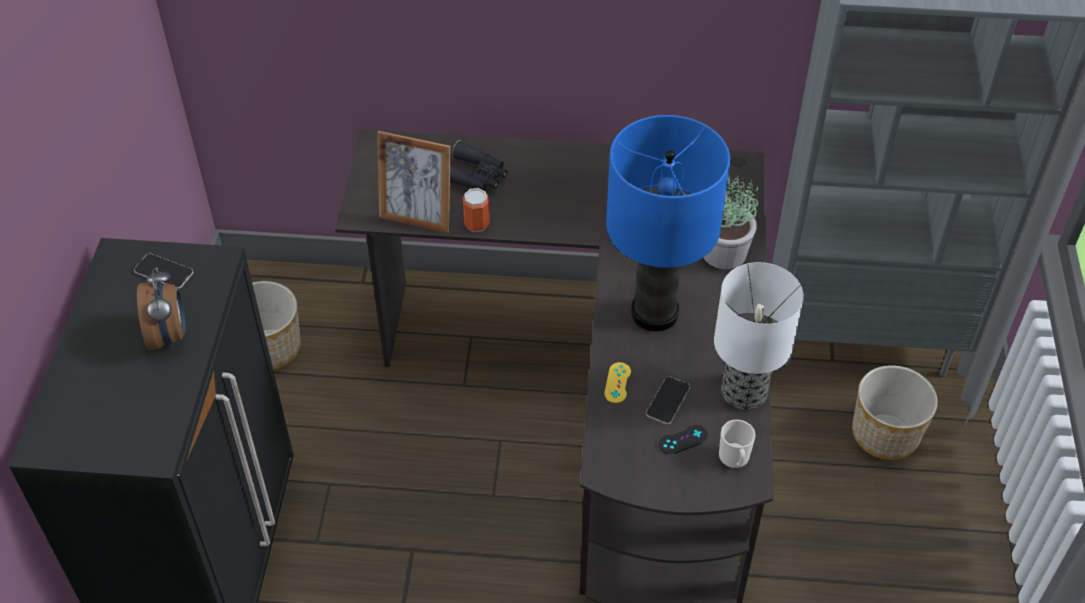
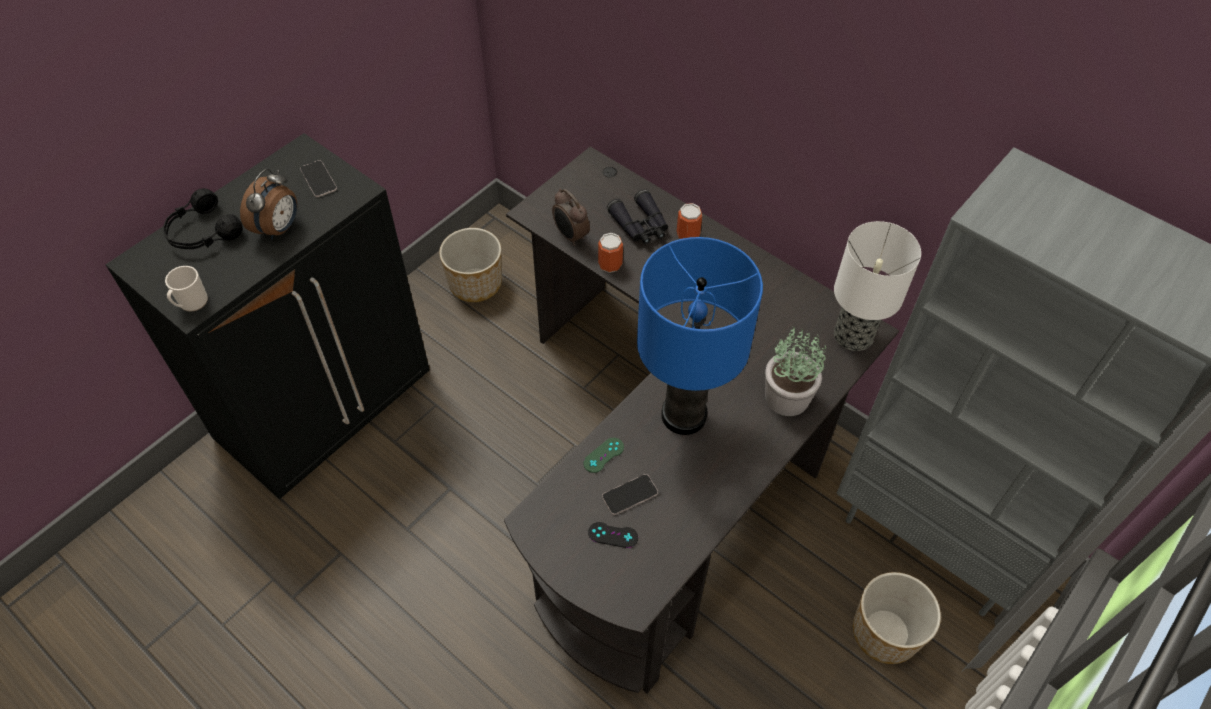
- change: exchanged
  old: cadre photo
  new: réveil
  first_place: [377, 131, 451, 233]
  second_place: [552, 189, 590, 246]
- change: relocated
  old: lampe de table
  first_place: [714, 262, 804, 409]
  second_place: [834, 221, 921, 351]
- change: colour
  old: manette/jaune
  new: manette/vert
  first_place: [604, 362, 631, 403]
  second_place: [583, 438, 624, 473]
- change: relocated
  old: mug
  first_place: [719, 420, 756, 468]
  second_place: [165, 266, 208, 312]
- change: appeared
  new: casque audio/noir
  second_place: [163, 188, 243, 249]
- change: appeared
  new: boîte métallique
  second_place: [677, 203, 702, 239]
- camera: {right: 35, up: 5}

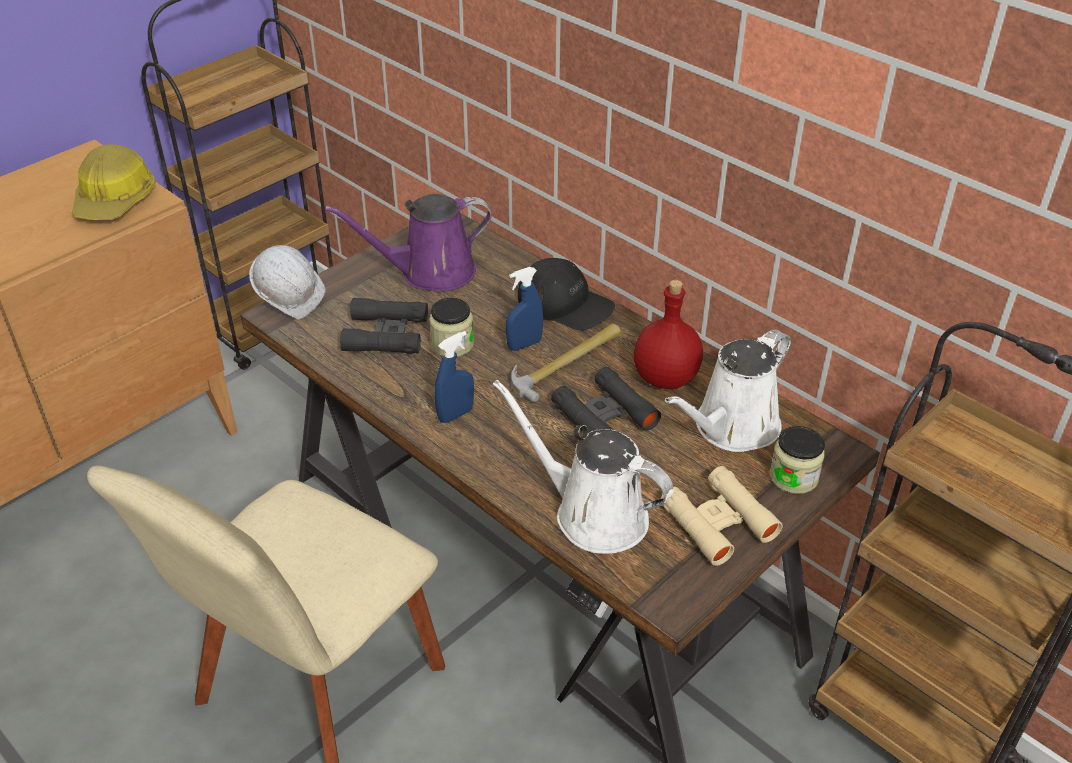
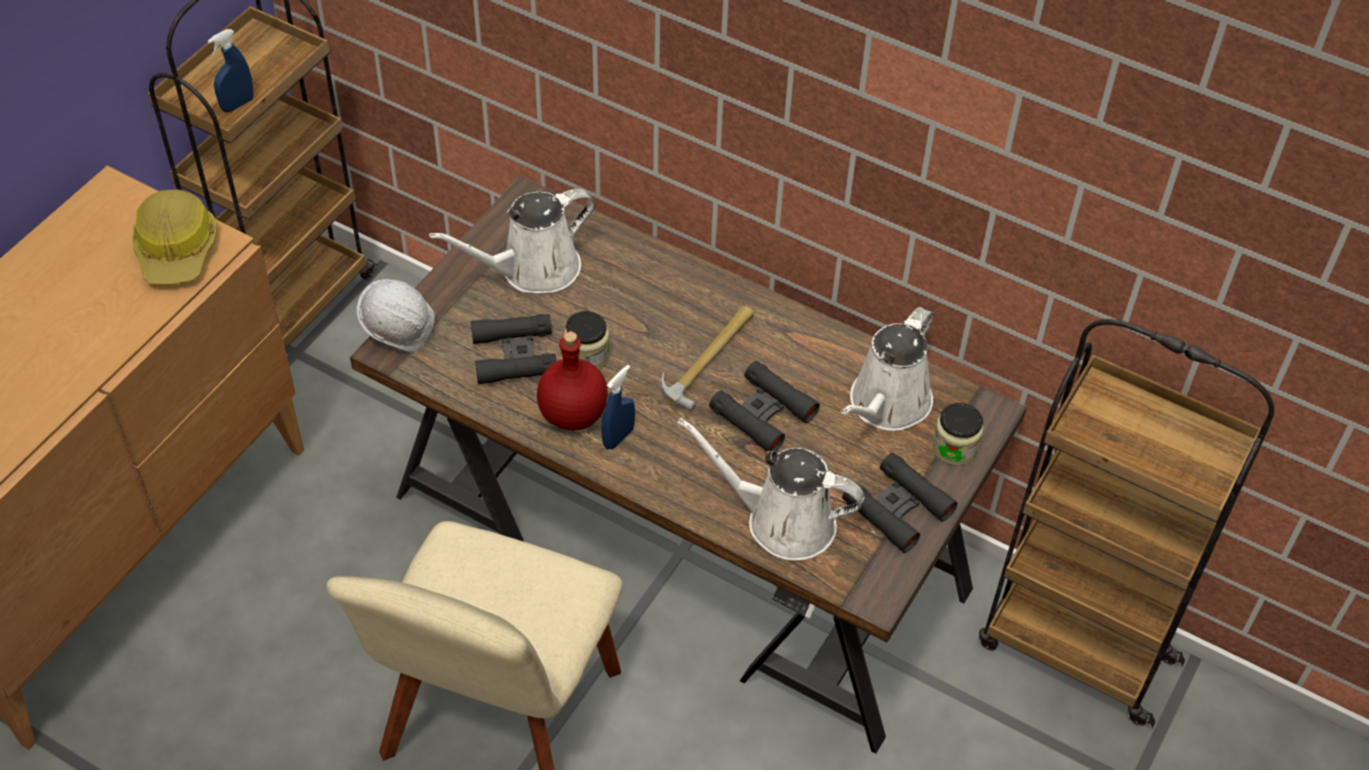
- change: colour
  old: arrosoir/violet
  new: arrosoir/blanc
  first_place: [325, 194, 492, 292]
  second_place: [429, 189, 595, 293]
- change: missing
  old: casquette/noir
  first_place: [518, 257, 615, 330]
- change: relocated
  old: vaporisateur/bleu
  first_place: [506, 267, 543, 351]
  second_place: [208, 29, 254, 112]
- change: relocated
  old: bouteille/rouge
  first_place: [634, 280, 703, 389]
  second_place: [537, 331, 608, 430]
- change: colour
  old: jumelles/beige
  new: jumelles/noir
  first_place: [661, 466, 783, 566]
  second_place: [842, 453, 958, 553]
- camera: {right: -15, up: 10}

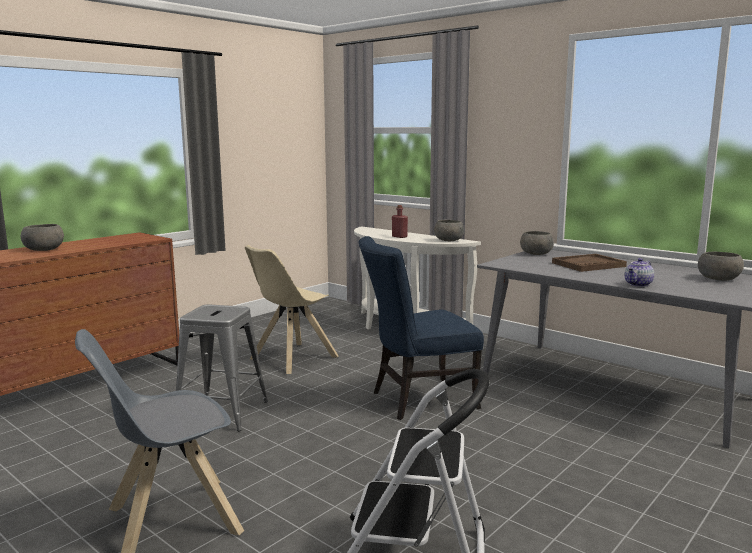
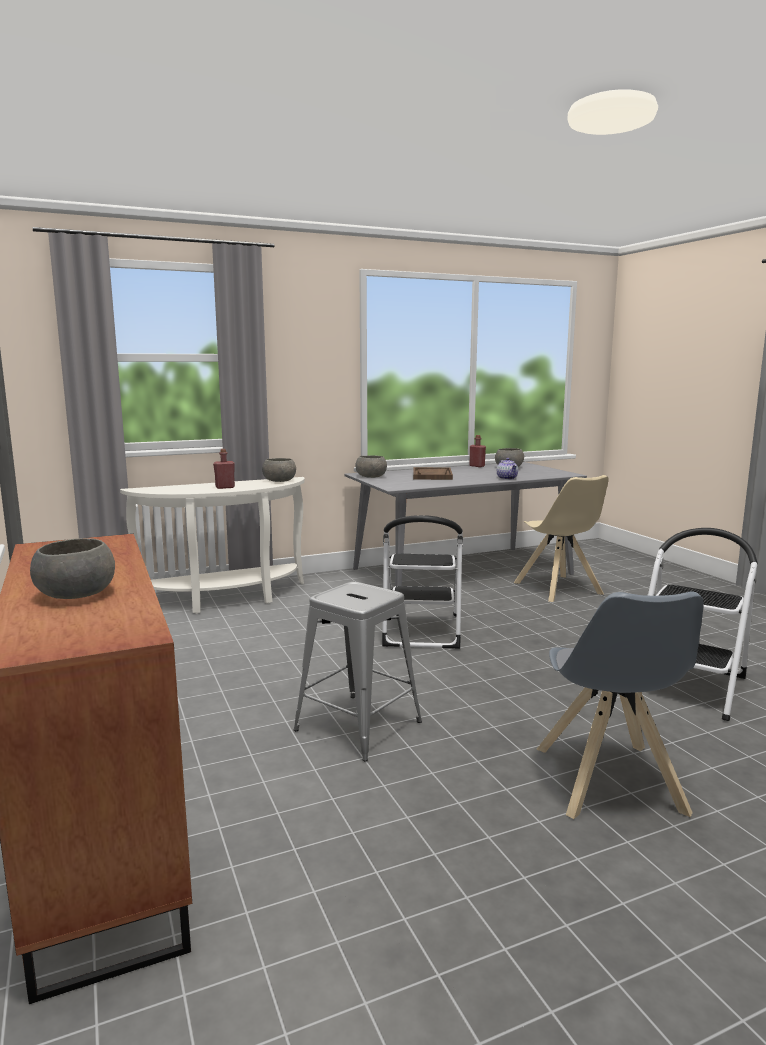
- change: exchanged
  old: chaise/bleu
  new: escabeau
  first_place: [358, 236, 484, 420]
  second_place: [382, 515, 463, 649]
- change: relocated
  old: chaise/beige
  first_place: [245, 245, 338, 374]
  second_place: [514, 475, 609, 602]
- change: appeared
  new: bouteille/rouge
  second_place: [470, 435, 486, 467]
- camera: {right: -65, up: 0}

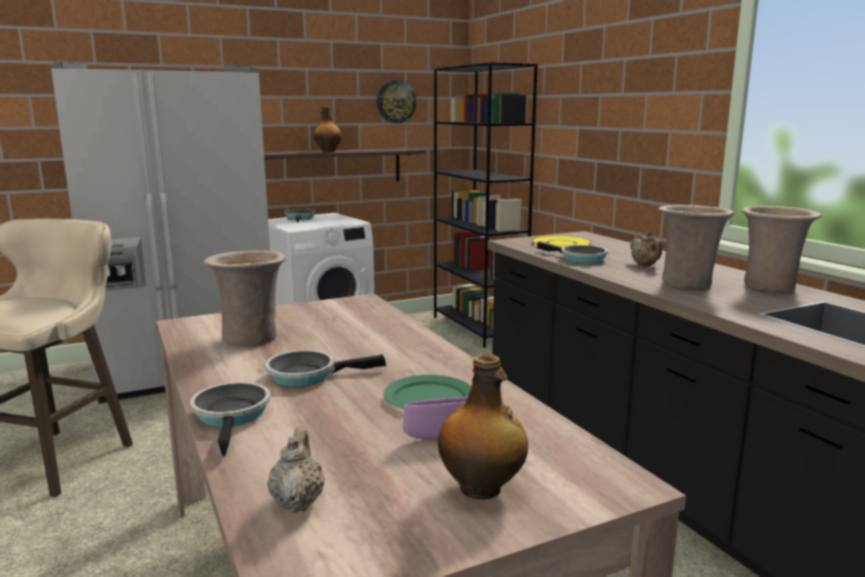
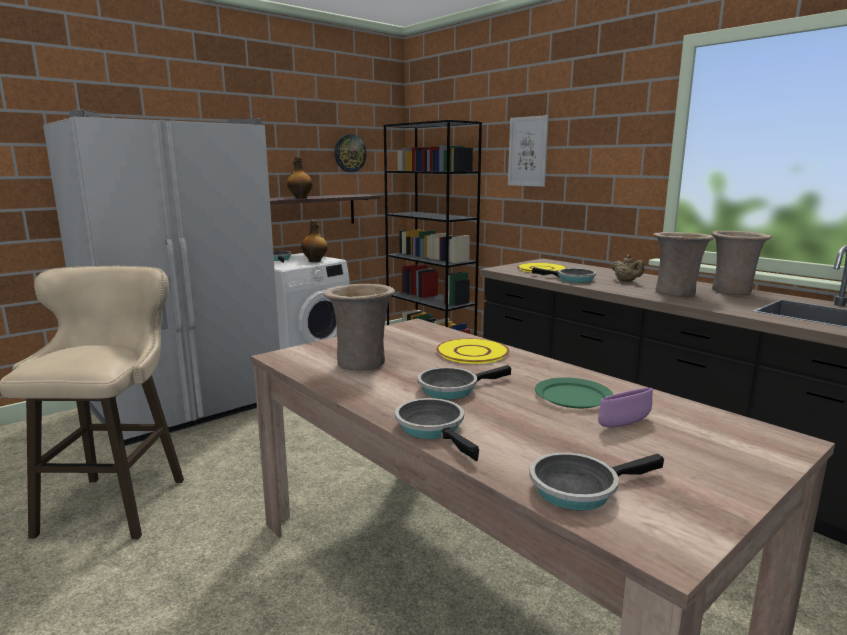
- change: relocated
  old: bouteille
  first_place: [438, 354, 528, 500]
  second_place: [301, 220, 328, 262]
- change: exchanged
  old: théière/beige
  new: poêle
  first_place: [267, 426, 325, 513]
  second_place: [530, 452, 664, 511]
- change: appeared
  new: tableau
  second_place: [508, 115, 549, 187]
- change: appeared
  new: assiette/jaune
  second_place: [436, 338, 509, 364]
- camera: {right: -15, up: 0}

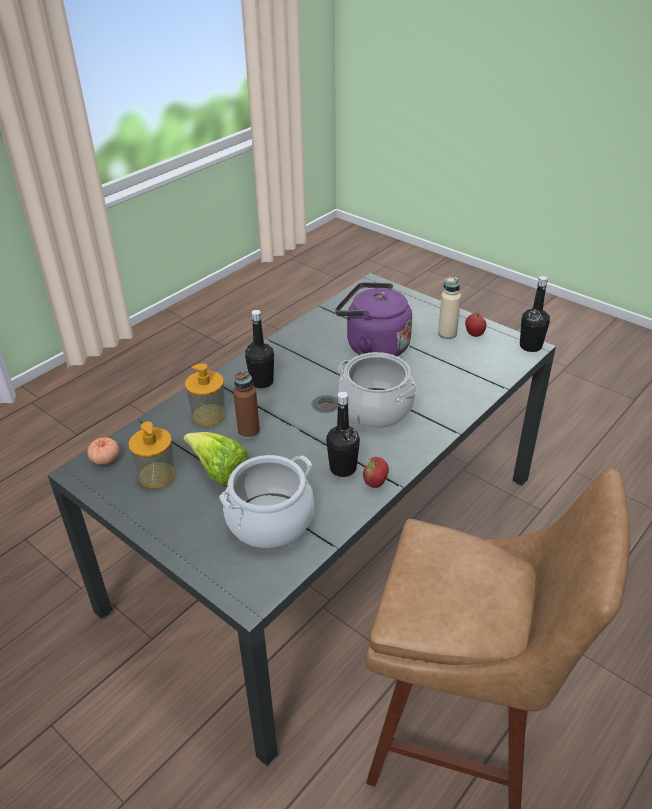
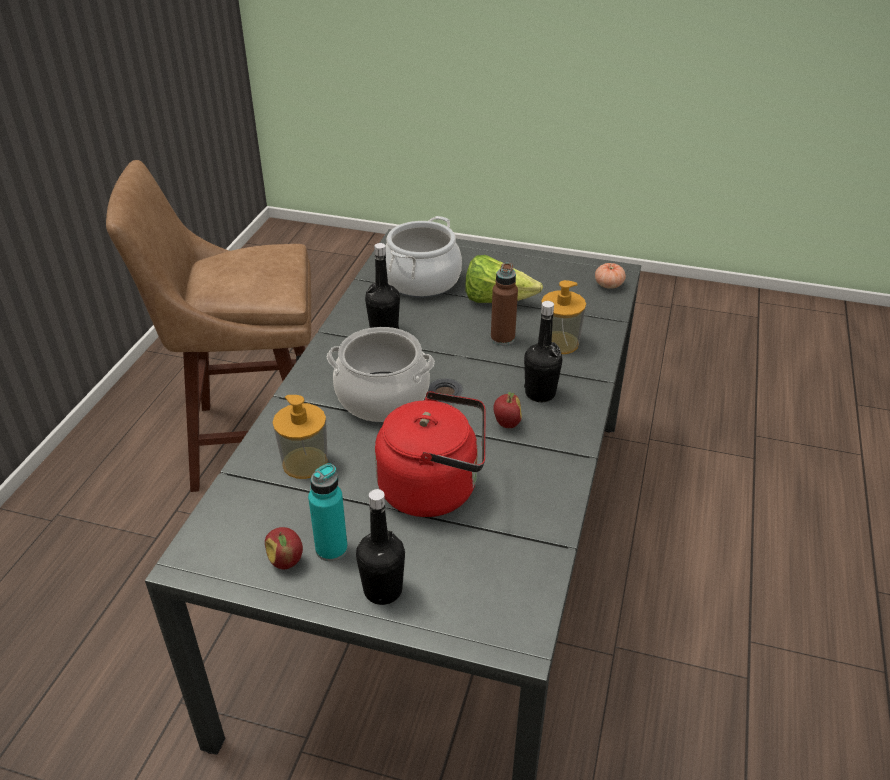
- change: relocated
  old: bouteille/noir
  first_place: [520, 276, 550, 352]
  second_place: [356, 489, 405, 605]
- change: colour
  old: bouteille/beige
  new: bouteille/turquoise
  first_place: [438, 277, 461, 339]
  second_place: [308, 463, 348, 561]
- change: colour
  old: bouilloire/violet
  new: bouilloire/rouge
  first_place: [335, 282, 412, 356]
  second_place: [375, 391, 486, 517]
- change: relocated
  old: distributeur de savon
  first_place: [129, 421, 176, 488]
  second_place: [273, 395, 328, 479]
- change: relocated
  old: pomme
  first_place: [363, 457, 389, 488]
  second_place: [493, 392, 522, 428]
- camera: {right: 155, up: 0}

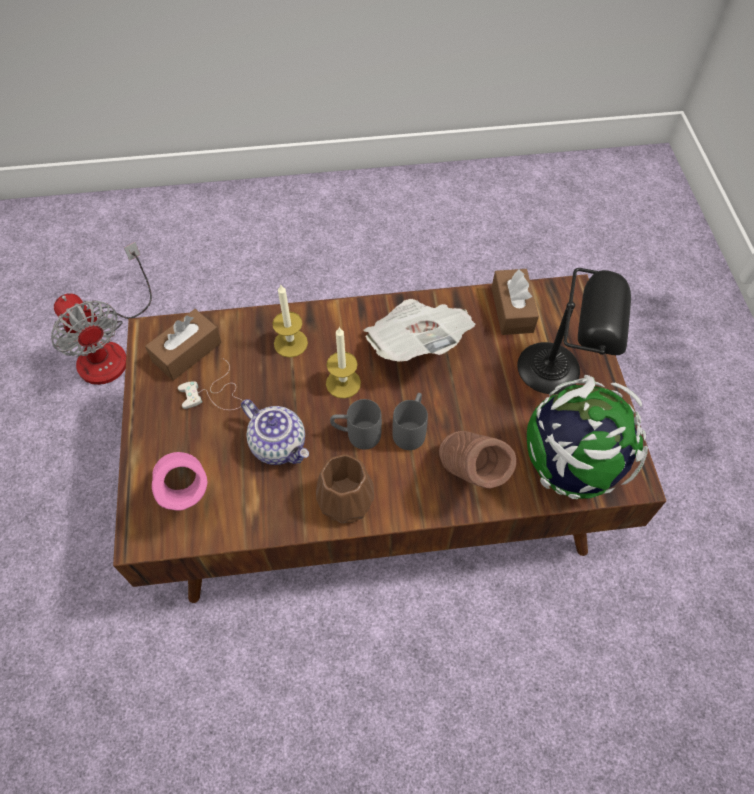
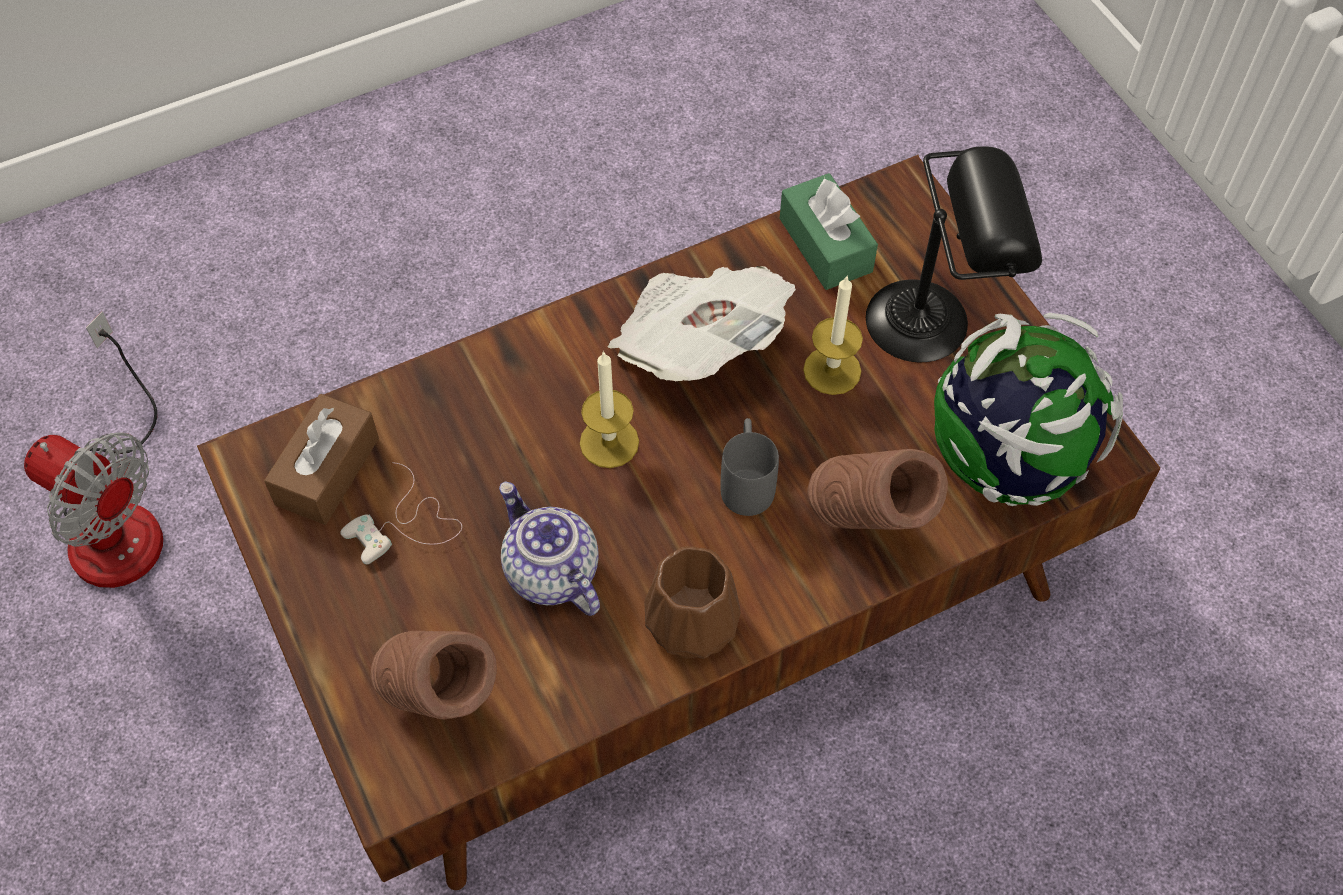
- change: colour
  old: boîte à mouchoirs/marron
  new: boîte à mouchoirs/vert
  first_place: [491, 269, 539, 335]
  second_place: [780, 173, 878, 290]
- change: relocated
  old: bougie
  first_place: [272, 285, 308, 358]
  second_place: [803, 275, 863, 395]
- change: spun
  old: théière
  first_place: [241, 399, 309, 465]
  second_place: [499, 481, 600, 616]
  degrees: -150
- change: missing
  old: mug/gris
  first_place: [330, 399, 382, 450]
- change: colour
  old: vase/rose
  new: vase/marron
  first_place: [152, 452, 208, 511]
  second_place: [370, 631, 497, 719]
- camera: {right: -20, up: 0}

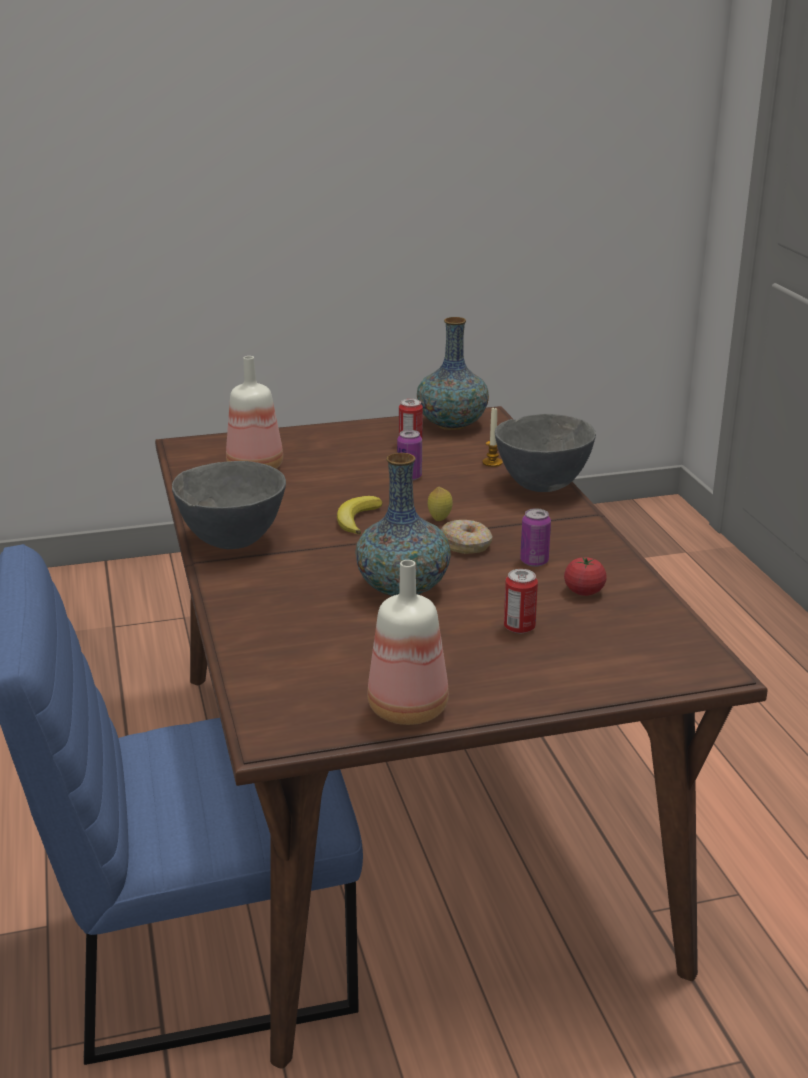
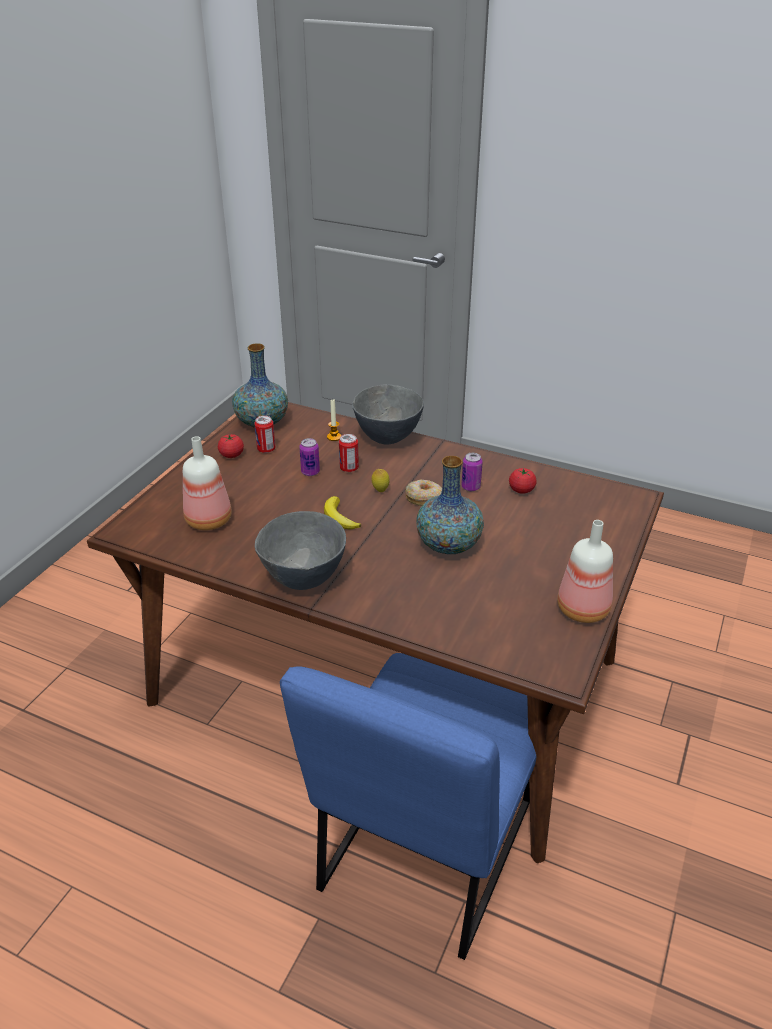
- change: relocated
  old: boîte métallique
  first_place: [504, 569, 538, 633]
  second_place: [339, 434, 359, 472]
- change: appeared
  new: tomate
  second_place: [218, 434, 244, 458]
- camera: {right: -50, up: 10}

